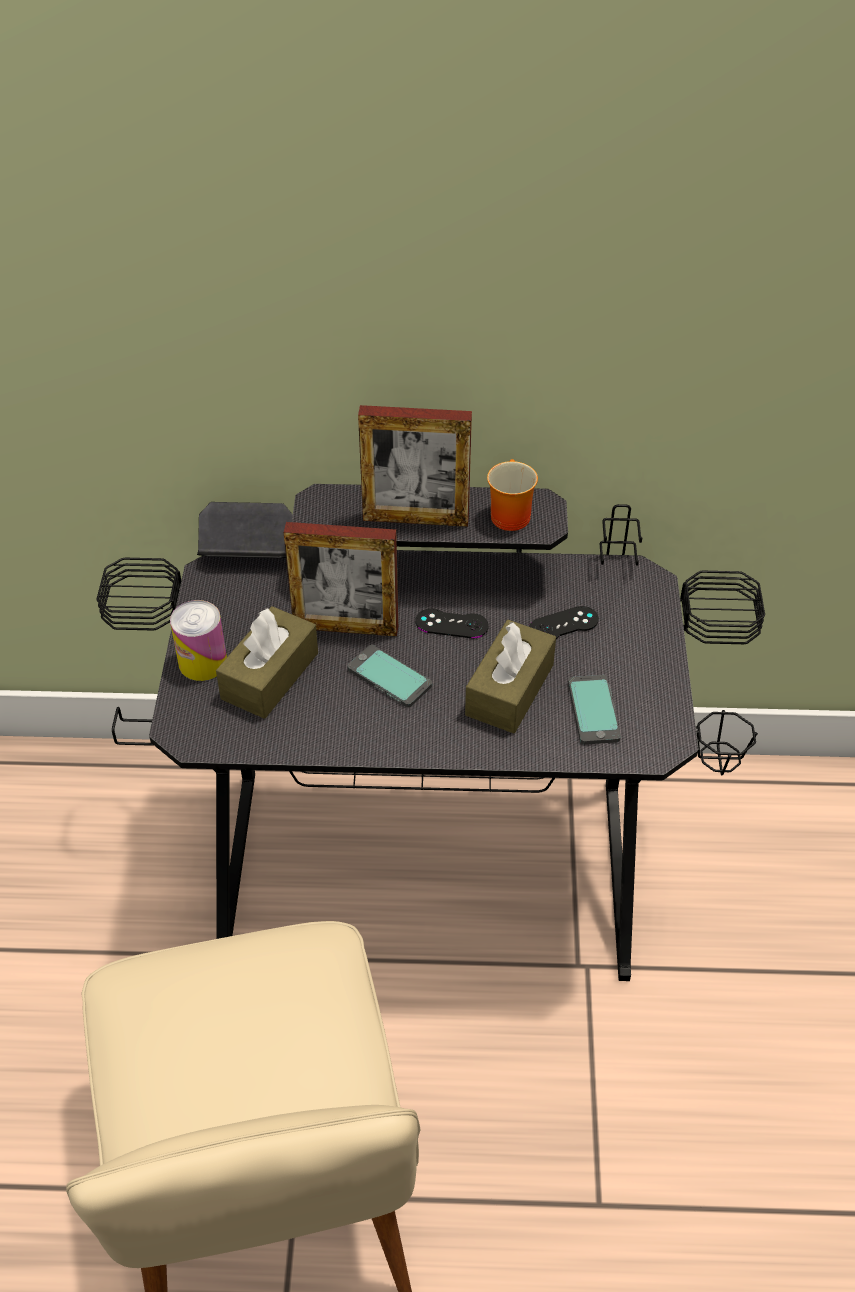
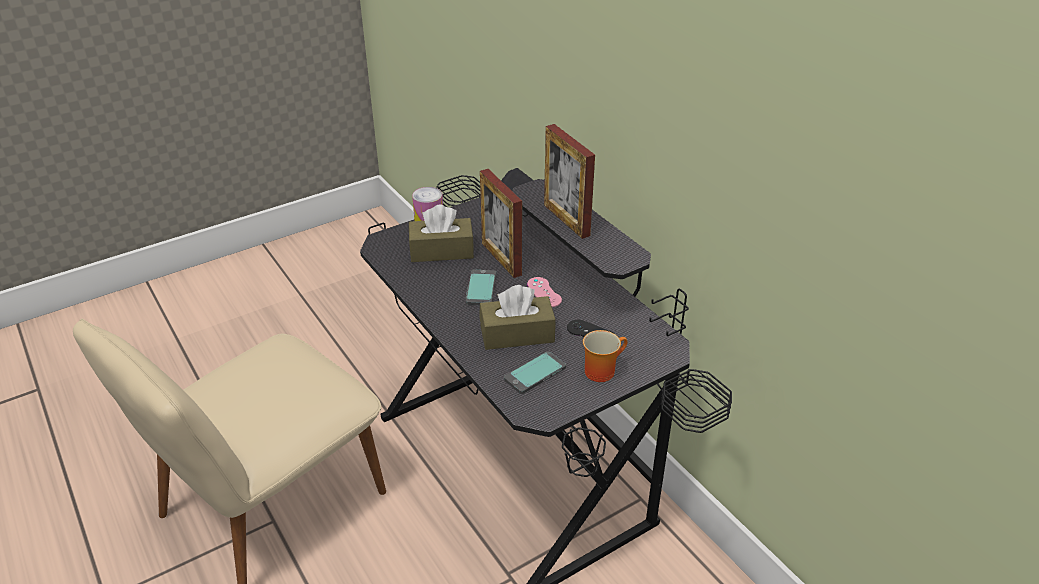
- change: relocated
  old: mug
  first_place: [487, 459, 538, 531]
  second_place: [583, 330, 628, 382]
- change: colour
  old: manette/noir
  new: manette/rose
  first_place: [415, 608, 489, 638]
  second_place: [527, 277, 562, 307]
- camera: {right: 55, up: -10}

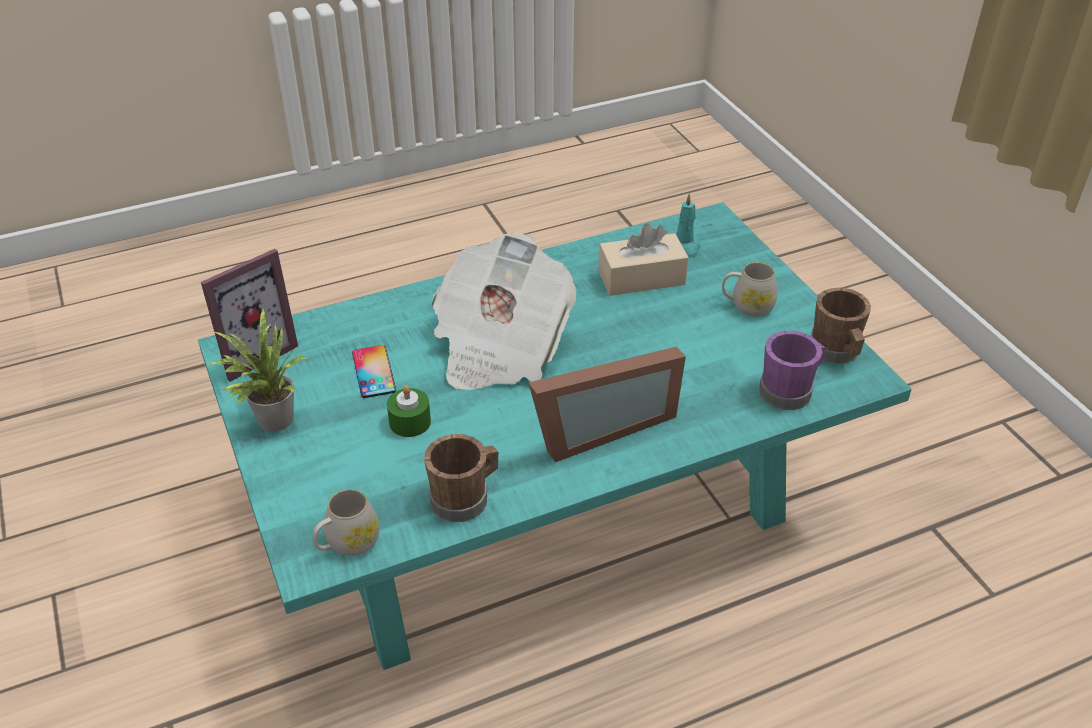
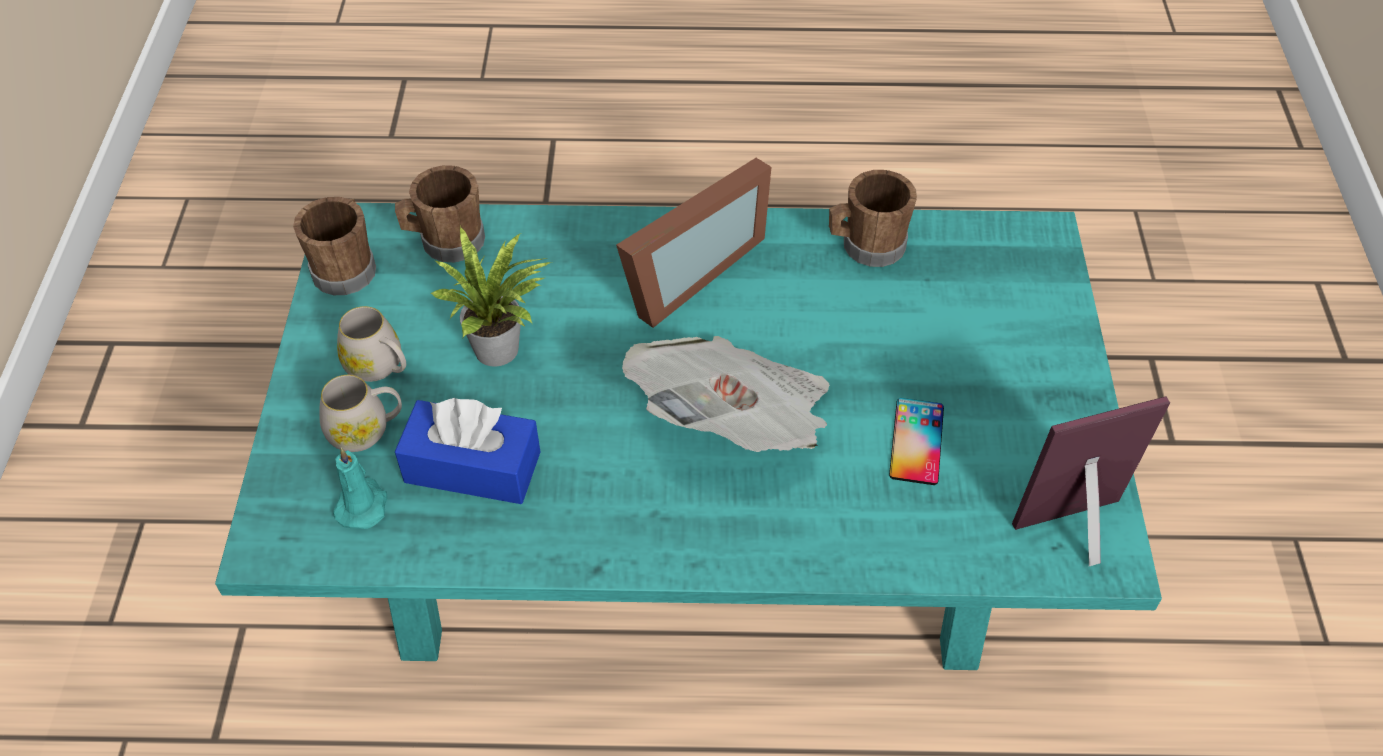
- change: colour
  old: boîte à mouchoirs/beige
  new: boîte à mouchoirs/bleu
  first_place: [598, 223, 689, 296]
  second_place: [395, 398, 540, 504]
- change: relocated
  old: plante en pot
  first_place: [208, 307, 308, 432]
  second_place: [431, 226, 552, 367]
- change: colour
  old: mug/violet
  new: mug/marron
  first_place: [759, 331, 825, 410]
  second_place: [395, 165, 485, 262]
- change: spun
  old: cadre photo
  first_place: [529, 346, 686, 462]
  second_place: [616, 158, 772, 328]
  degrees: 135
- change: missing
  old: bougie/vert
  first_place: [387, 385, 431, 437]
- change: relocated
  old: mug/blanc
  first_place: [313, 489, 379, 556]
  second_place: [319, 375, 402, 452]
- camera: {right: -155, up: 10}

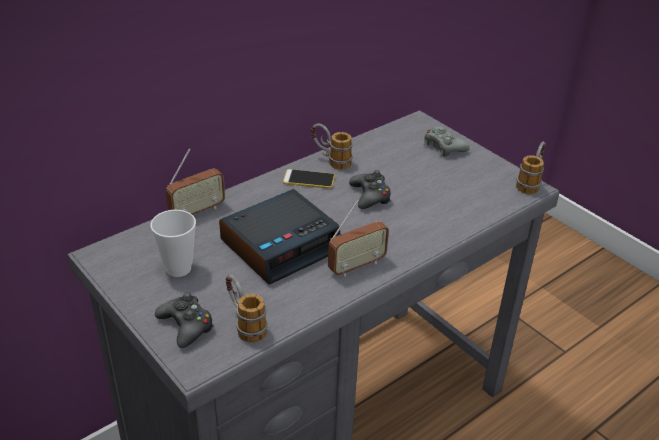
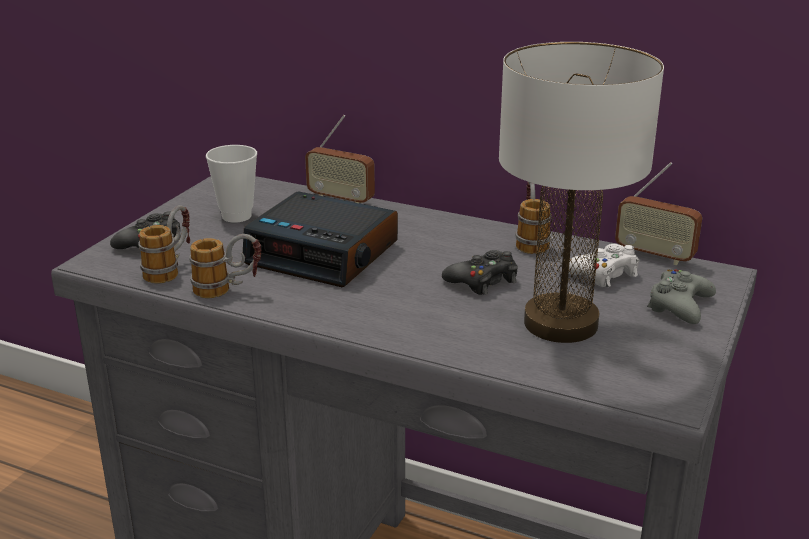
- change: relocated
  old: mug
  first_place: [516, 142, 546, 194]
  second_place: [189, 234, 262, 298]
- change: missing
  old: téléphone
  first_place: [283, 169, 335, 189]
- change: relocated
  old: radio
  first_place: [328, 200, 389, 277]
  second_place: [615, 162, 702, 265]
- change: appeared
  new: lampe de table
  second_place: [499, 42, 664, 343]
- change: appeared
  new: manette/blanc
  second_place: [569, 244, 639, 287]
- camera: {right: 65, up: -10}

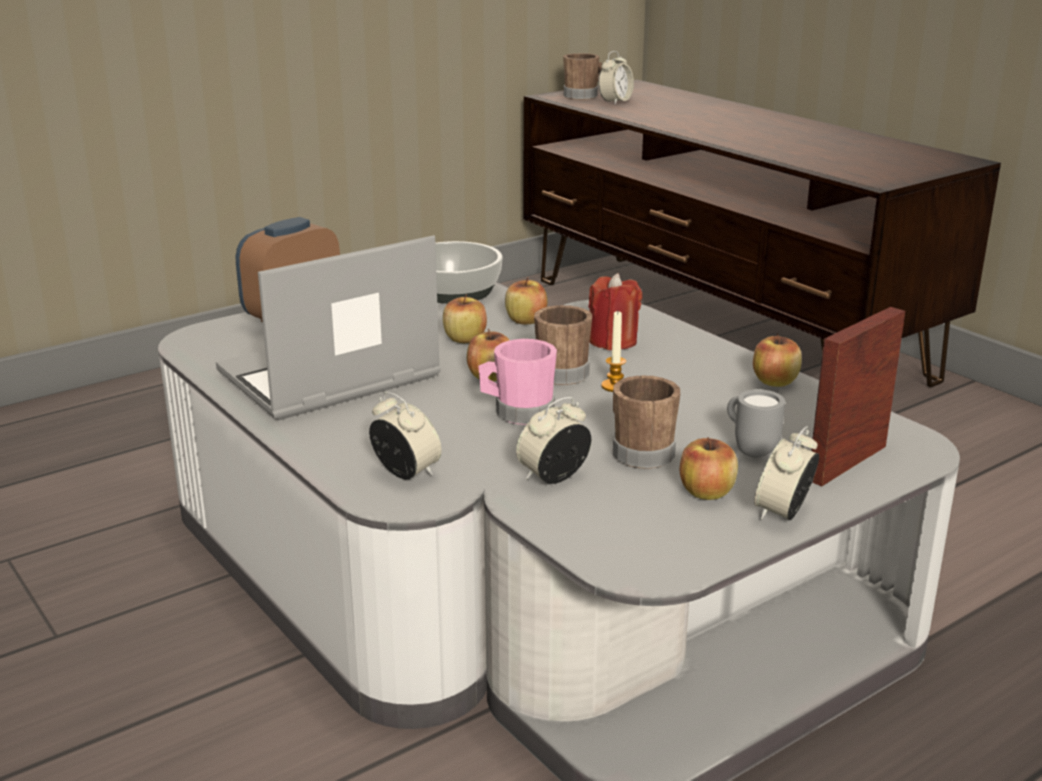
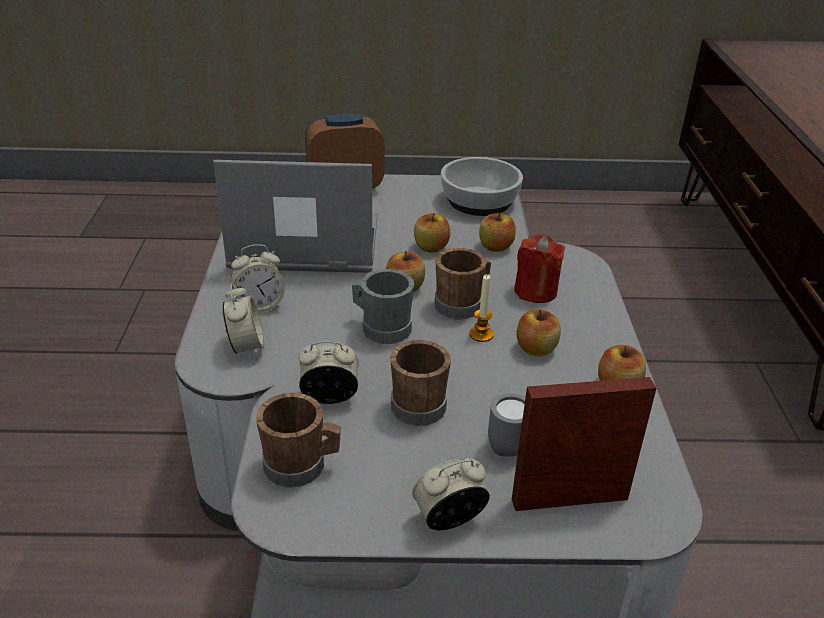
- change: relocated
  old: réveil
  first_place: [598, 51, 634, 105]
  second_place: [231, 244, 285, 313]
- change: relocated
  old: mug/marron
  first_place: [563, 53, 603, 100]
  second_place: [256, 393, 341, 488]
- change: colour
  old: mug/rose
  new: mug/gris
  first_place: [478, 339, 557, 425]
  second_place: [352, 269, 414, 344]
- change: relocated
  old: pomme
  first_place: [680, 437, 738, 500]
  second_place: [516, 309, 561, 356]
- camera: {right: 35, up: 10}

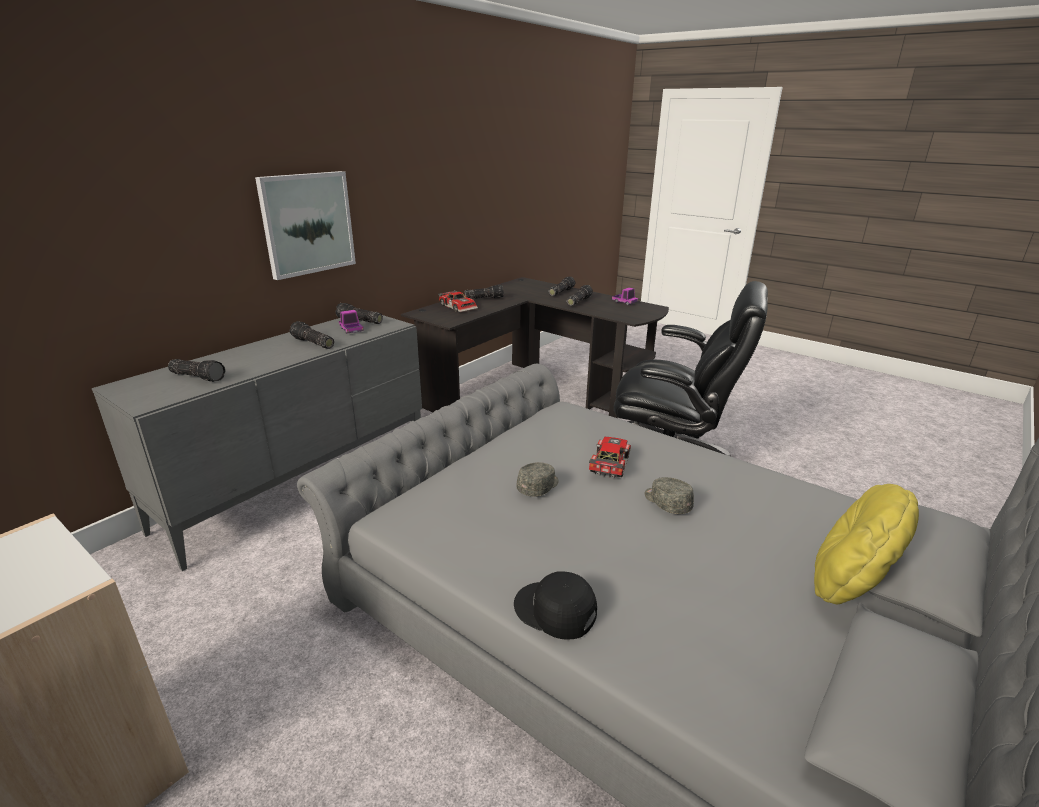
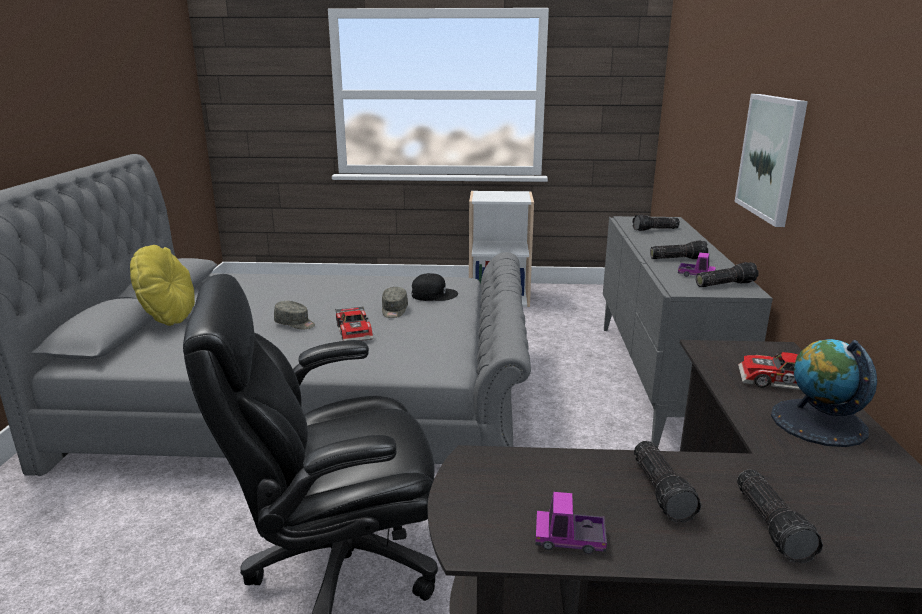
- change: exchanged
  old: lampe de poche
  new: globe
  first_place: [465, 285, 504, 299]
  second_place: [771, 339, 877, 447]
- change: relocated
  old: casquette/noir
  first_place: [514, 571, 597, 640]
  second_place: [412, 273, 458, 301]
- camera: {right: 145, up: -5}

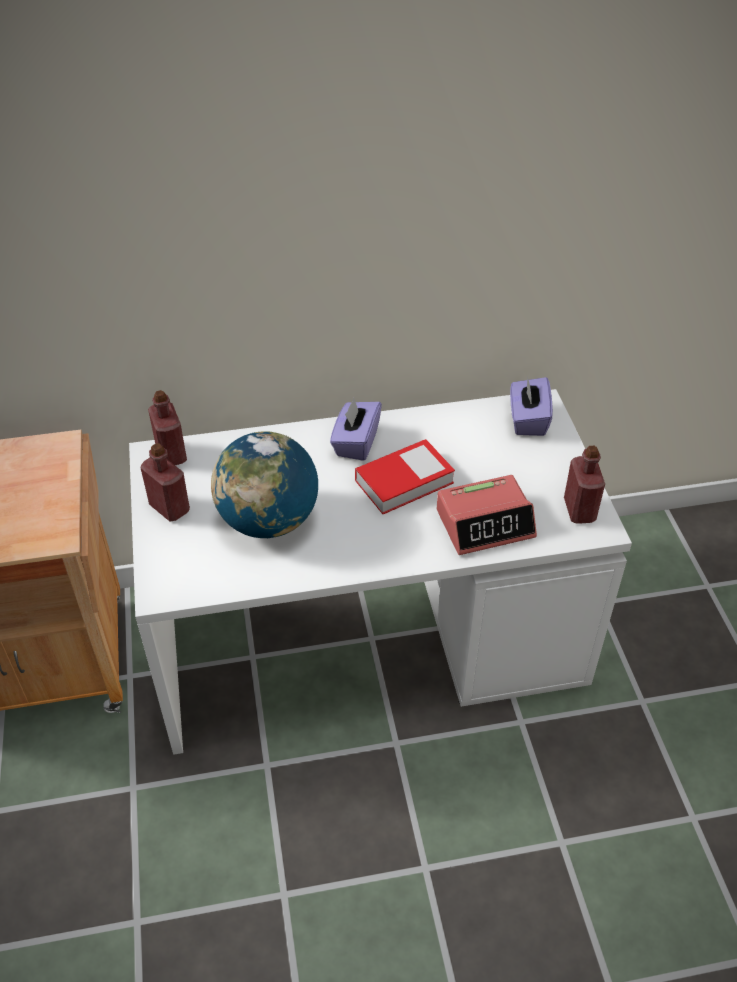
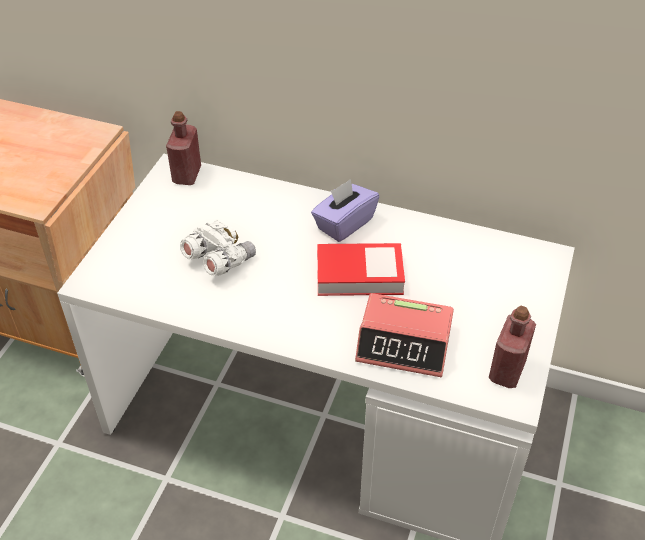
- change: missing
  old: boîte à mouchoirs/violet
  first_place: [510, 376, 553, 436]
- change: exchanged
  old: globe
  new: jumelles/blanc
  first_place: [211, 431, 318, 538]
  second_place: [180, 219, 256, 276]
- change: missing
  old: bouteille/rouge
  first_place: [141, 443, 190, 521]
- camera: {right: 30, up: 0}

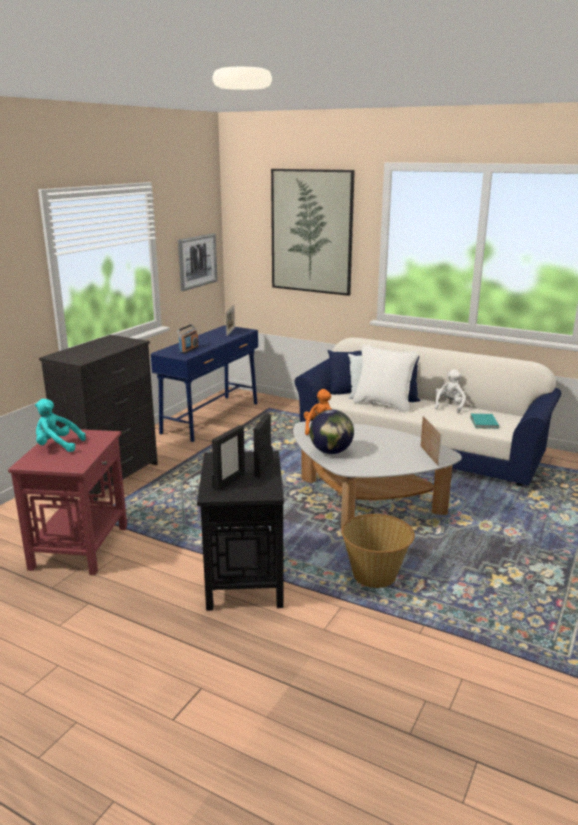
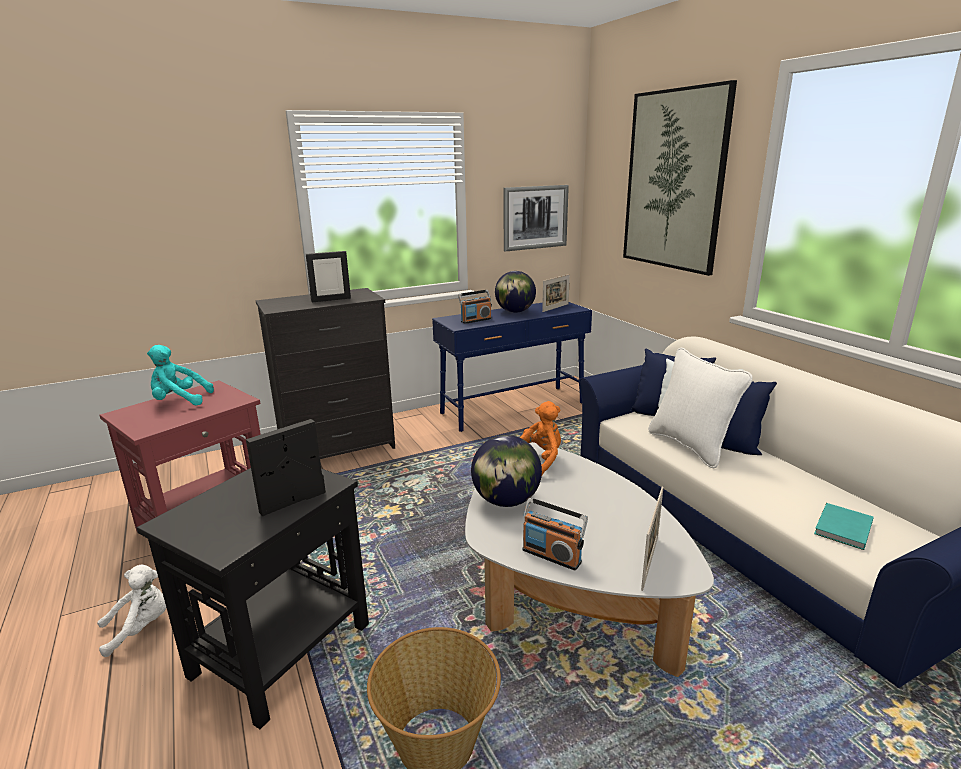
- change: relocated
  old: peluche/blanc
  first_place: [434, 369, 466, 413]
  second_place: [97, 564, 166, 657]
- change: spun
  old: peluche/turquoise
  first_place: [35, 399, 86, 452]
  second_place: [147, 345, 214, 406]
  degrees: -45
- change: relocated
  old: cadre photo
  first_place: [212, 425, 245, 491]
  second_place: [306, 251, 351, 302]
- change: appeared
  new: globe
  second_place: [495, 271, 536, 313]
- change: appeared
  new: radio
  second_place: [522, 498, 588, 570]
- camera: {right: 35, up: 0}

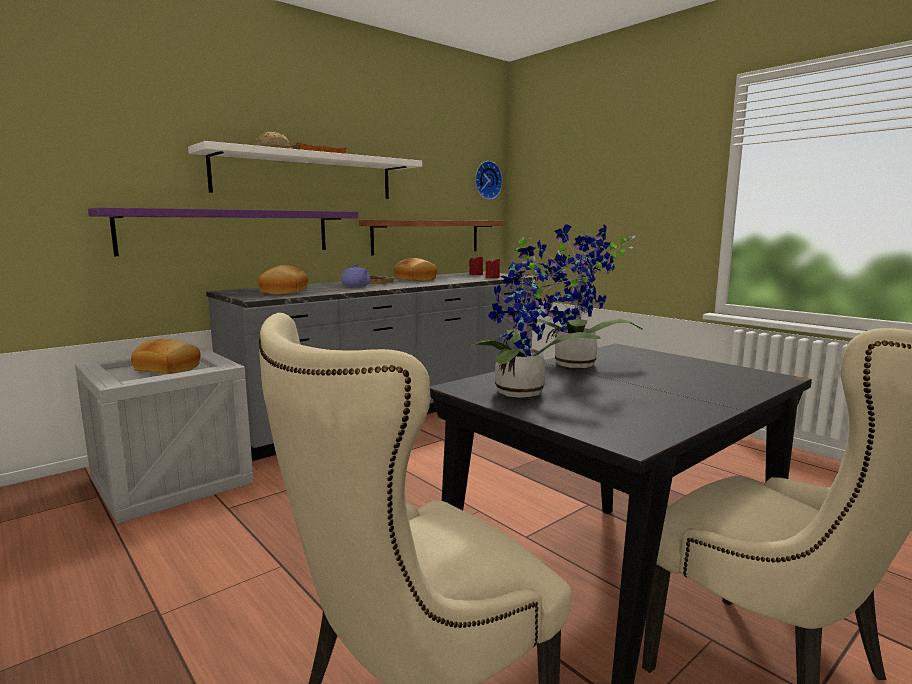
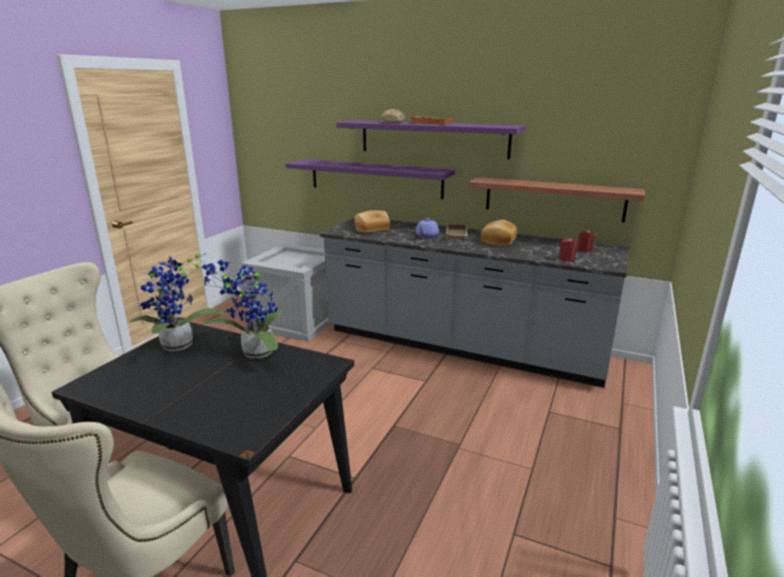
- change: colour
  old: étagère/blanc
  new: étagère/violet
  first_place: [188, 141, 422, 199]
  second_place: [336, 120, 525, 159]
- change: missing
  old: horloge murale
  first_place: [475, 161, 503, 200]
- change: missing
  old: pain
  first_place: [131, 339, 200, 374]
- camera: {right: 65, up: 10}

